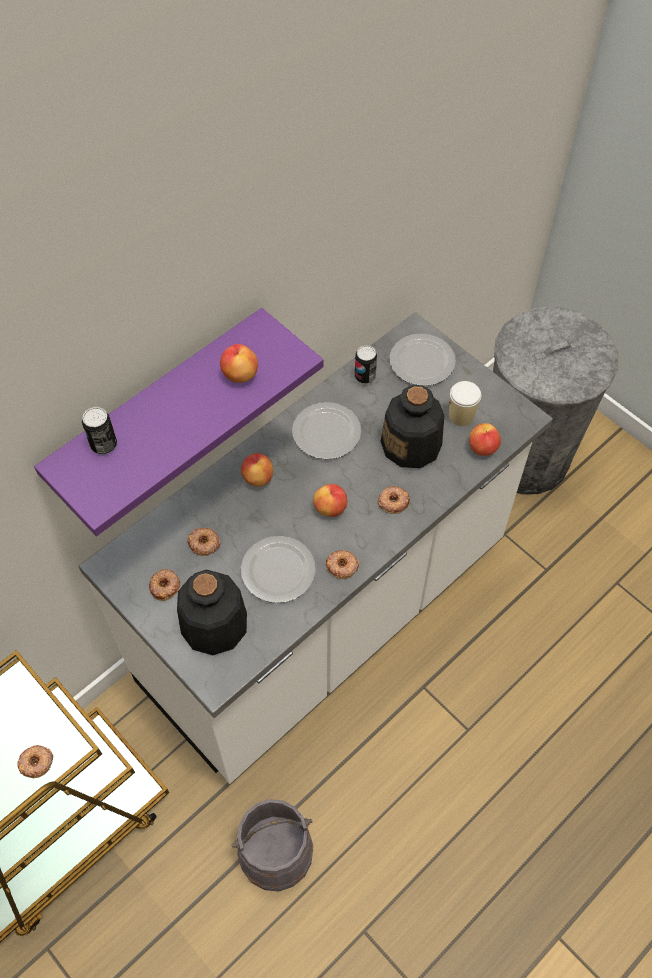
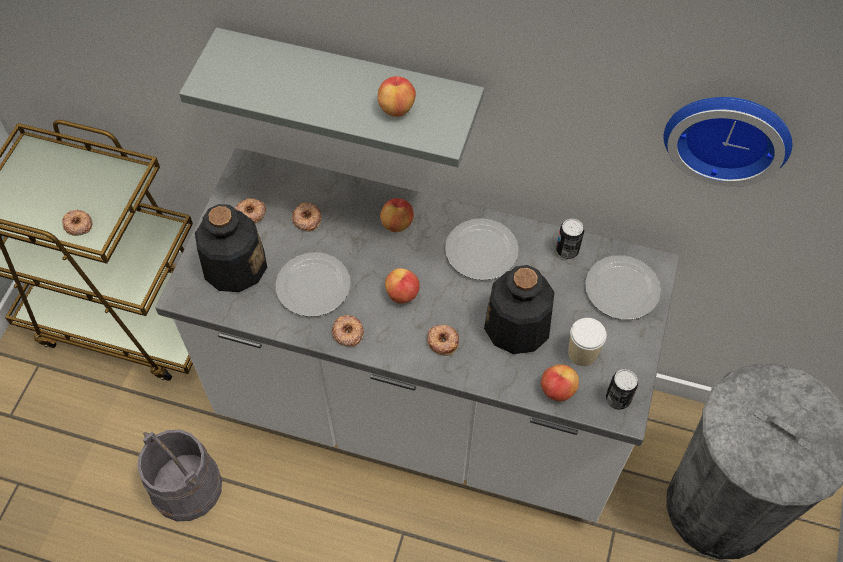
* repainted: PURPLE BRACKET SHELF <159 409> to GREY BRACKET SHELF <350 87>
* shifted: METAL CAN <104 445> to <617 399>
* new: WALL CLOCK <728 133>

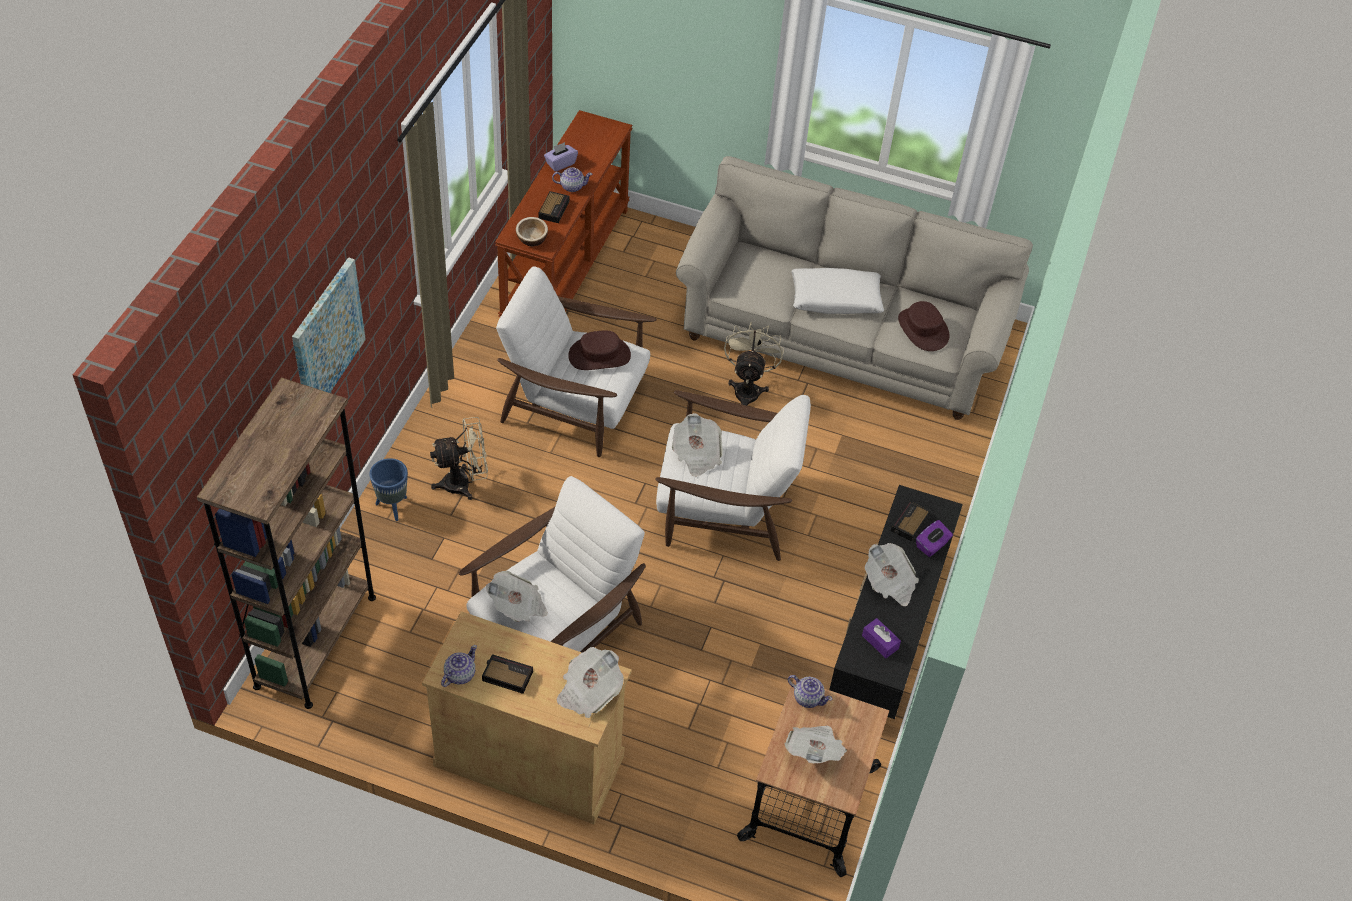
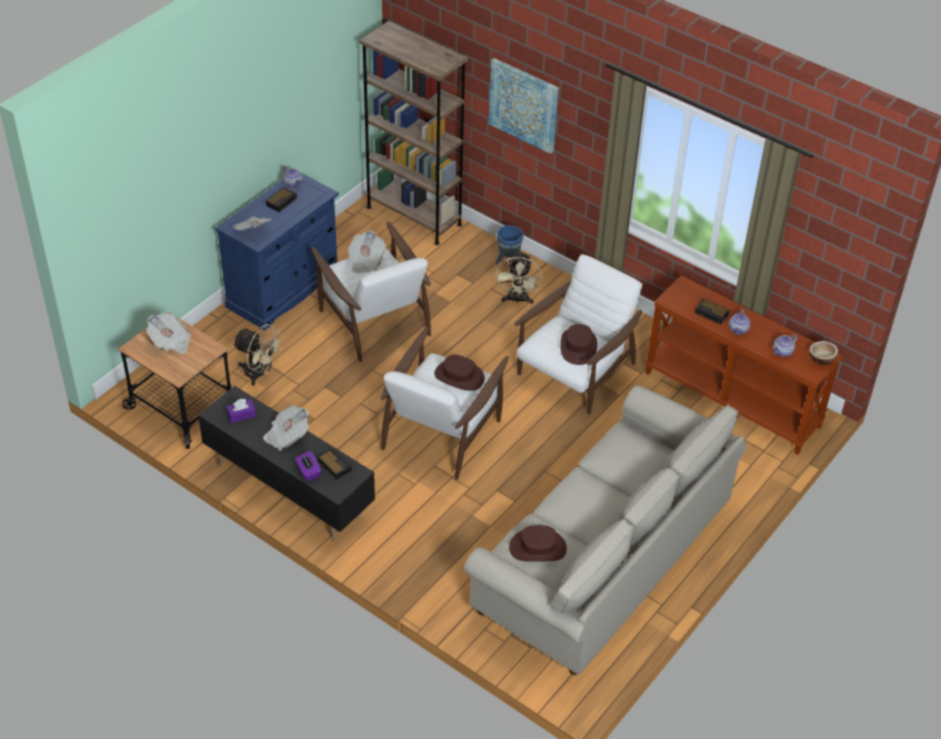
* repainted: SAND-COLOURED CUPBOARD <529 760> to BLUE-COLOURED CUPBOARD <284 289>
* shifted: BOWL <532 239> to <821 358>
* gone: PURPLE TISSUE BOX <560 163>
* swapped: PRINTED PAPER <696 455> to BROWN-COLOURED CLOTHING HAT <459 376>
* shifted: SAND-COLOURED COOLING FAN <748 389> to <259 374>
* shifted: TEA POT <807 697> to <783 352>
* gone: WHITE THROW PILLOW <835 299>

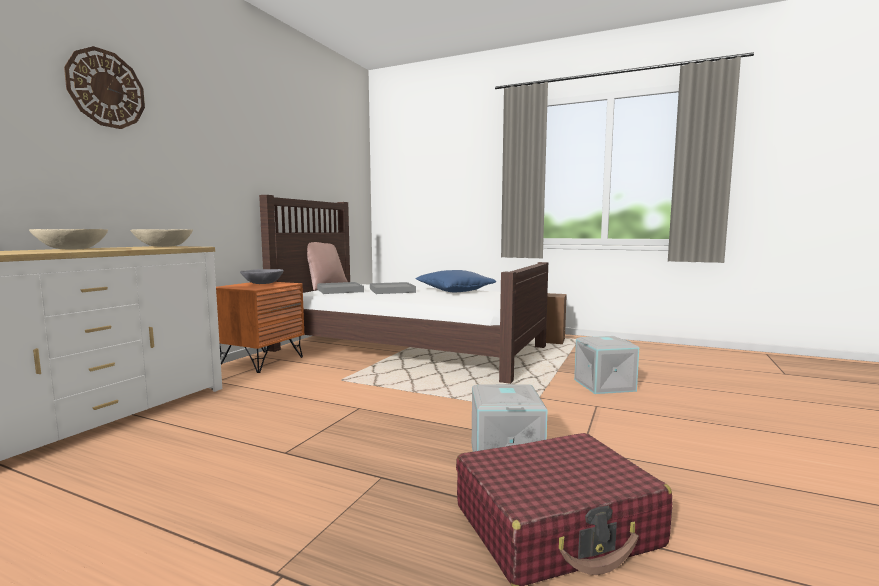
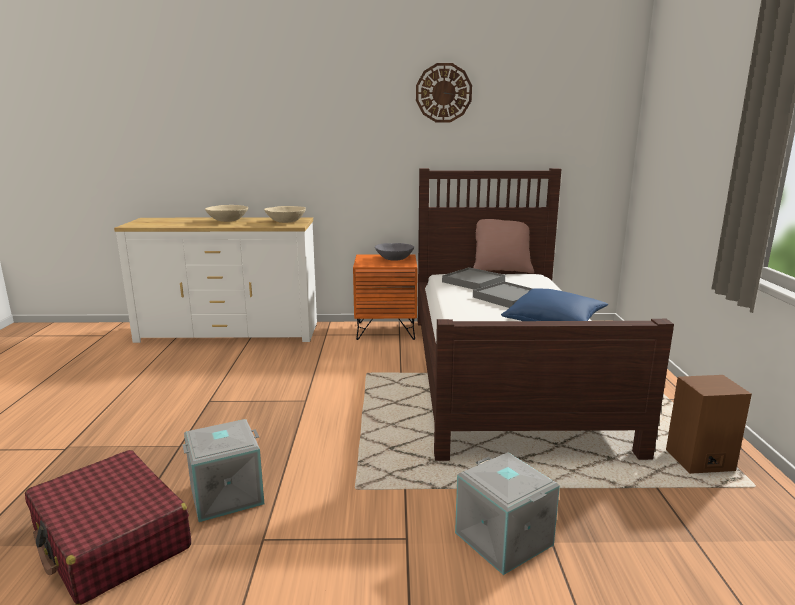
* shifted: WALL CLOCK <106 89> to <443 93>

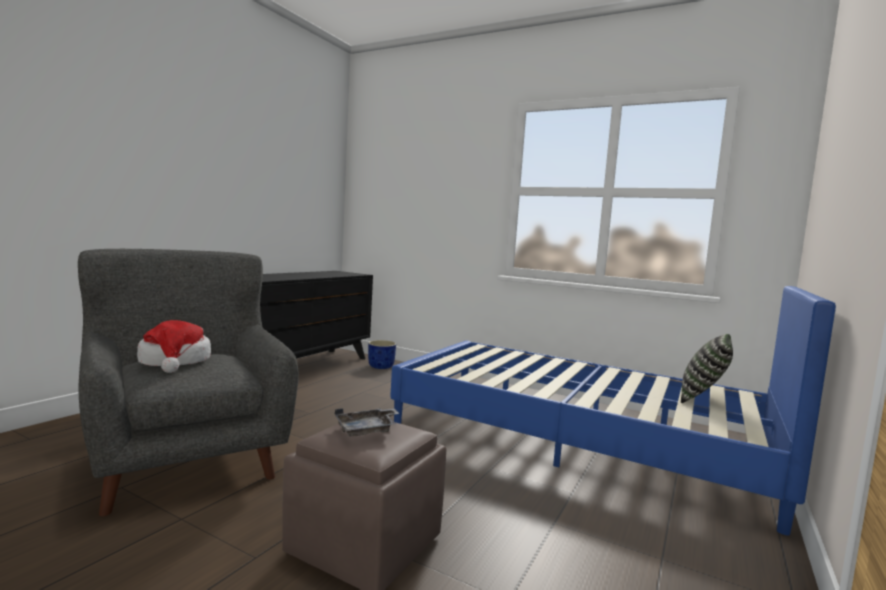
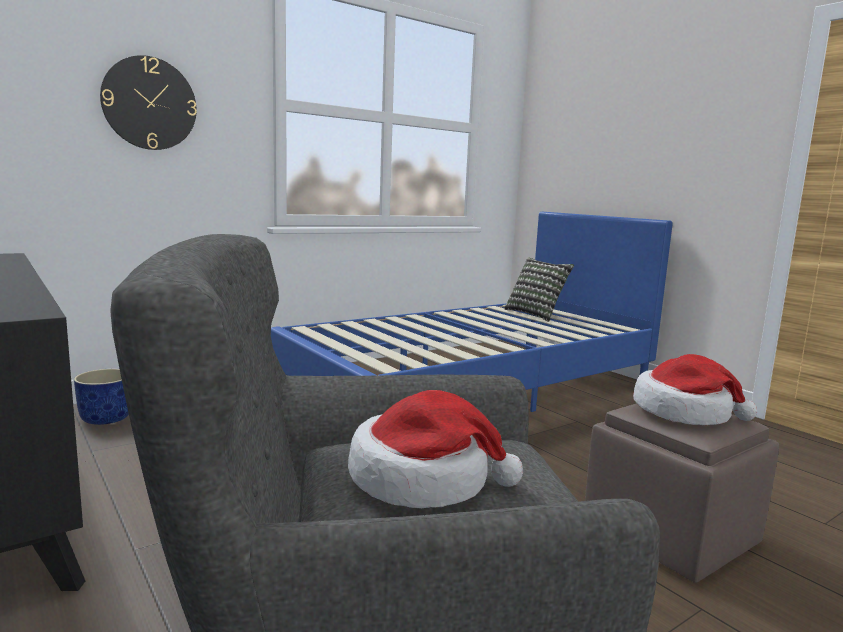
* swapped: GREY SERVING TRAY <367 430> to CLOTHING HAT <684 412>
* new: WALL CLOCK <149 103>

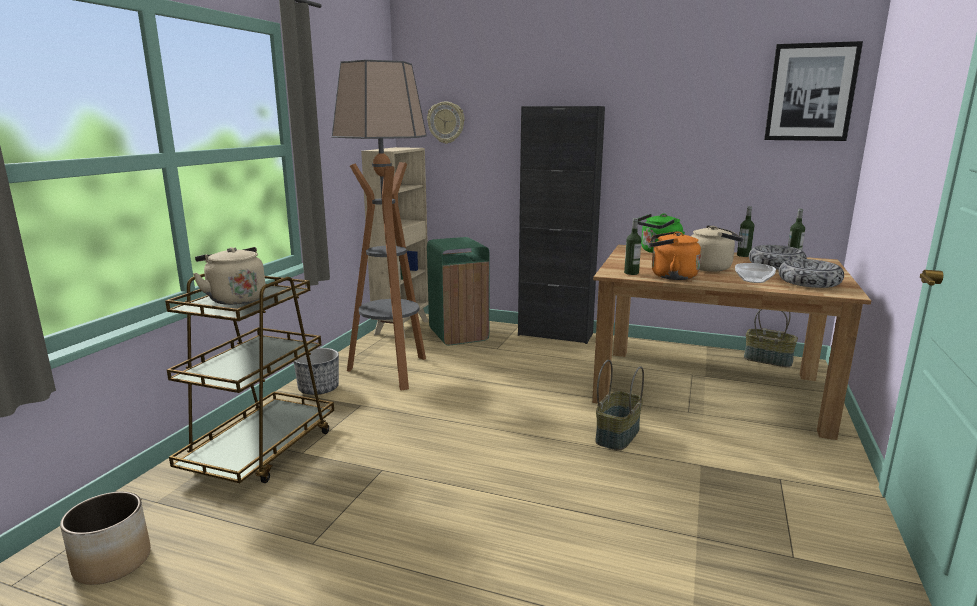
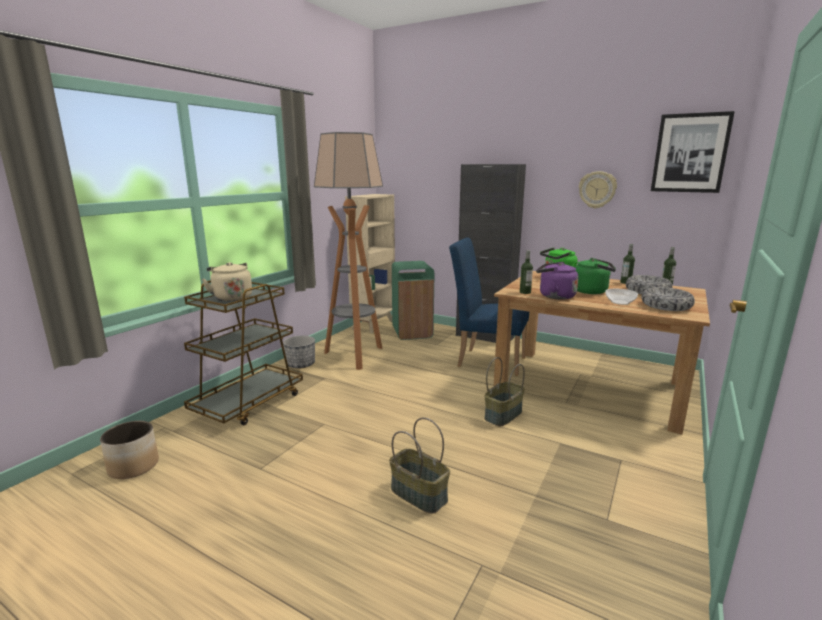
* shifted: WALL CLOCK <446 122> to <597 190>
* repainted: ORANGE KETTLE <670 276> to PURPLE KETTLE <554 296>
* repainted: SAND-COLOURED KETTLE <711 268> to GREEN KETTLE <592 291>
* shifted: HOUSEHOLD BASKET <768 360> to <420 494>
* new: BLUE-COLOURED PLAIN CHAIR <486 360>

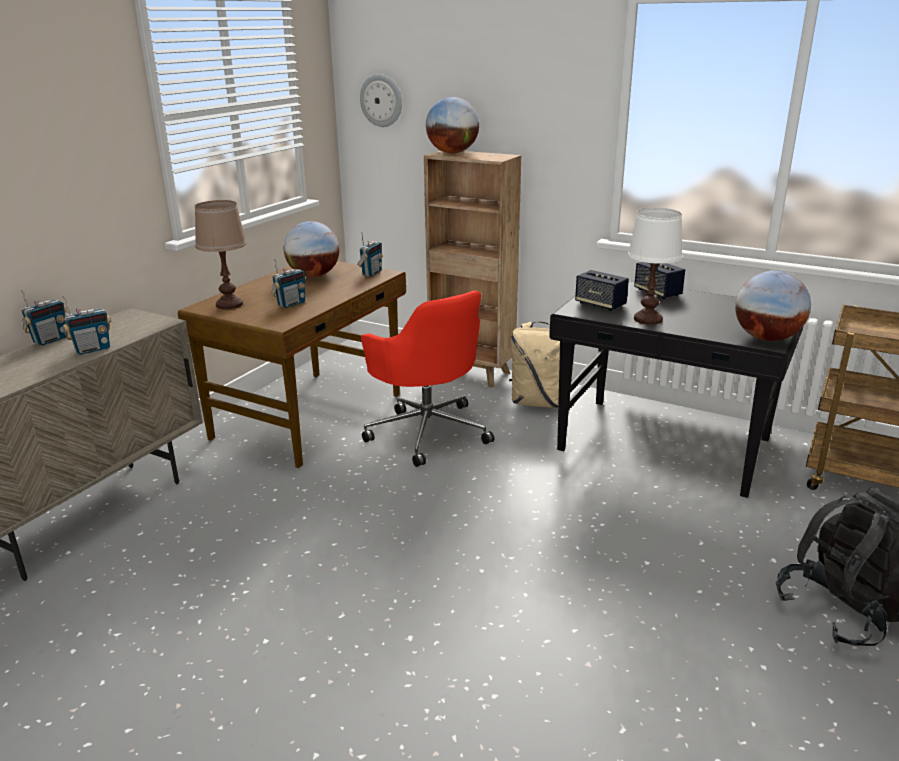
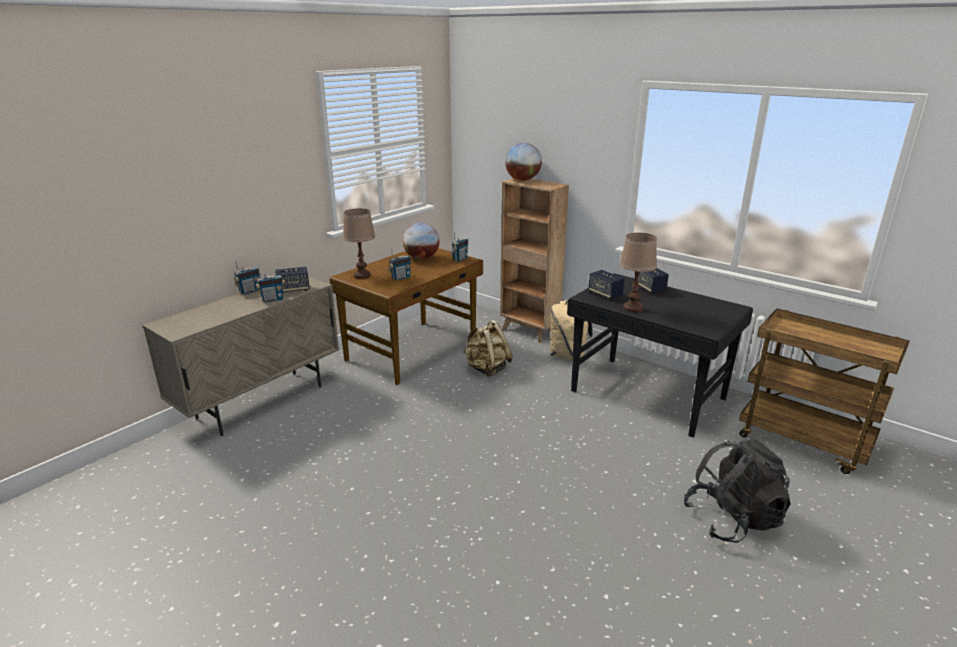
* gone: WALL CLOCK <381 100>
* swapped: REDDISH OFFICE CHAIR <427 431> to SAND-COLOURED KNAPSACK <487 369>
* repainted: WHITE LAMP FOR A TABLE <648 319> to BROWN-COLOURED LAMP FOR A TABLE <633 307>
* gone: GLOBE <766 338>
* new: LOUDSPEAKER <293 289>

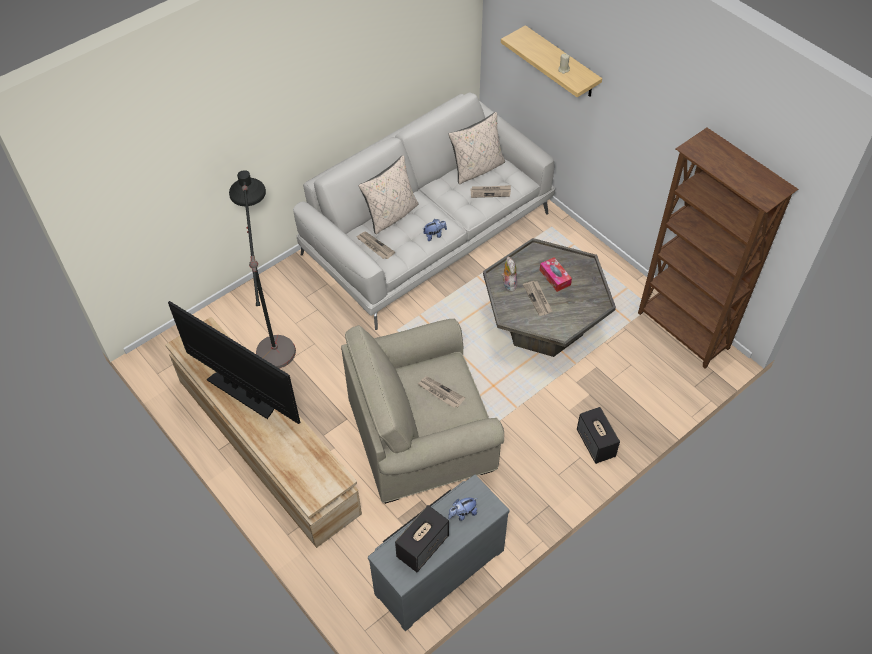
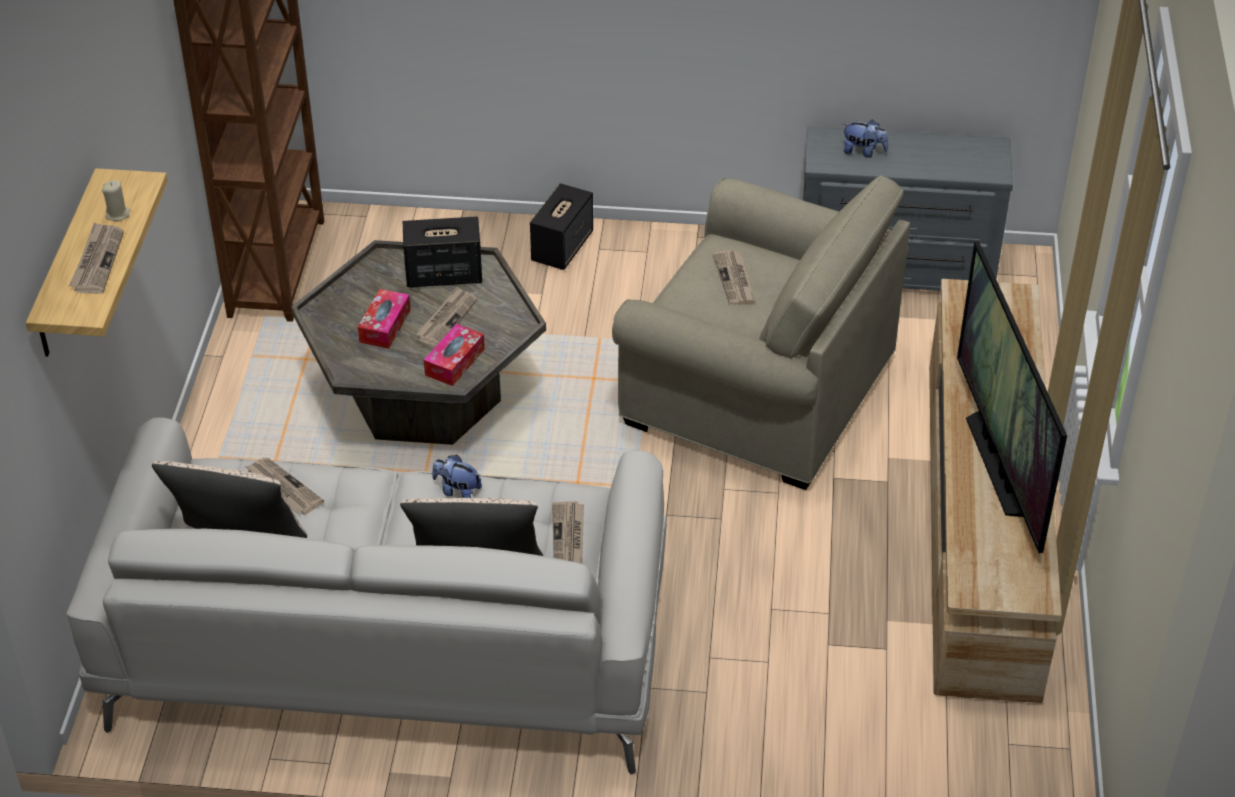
* gone: BLACK FLOOR LAMP <274 329>
* shifted: LOUDSPEAKER <423 546> to <443 274>
* swapped: CUDDLY TOY <508 284> to TISSUE BOX <455 362>
* new: PRINTED PAPER <97 261>

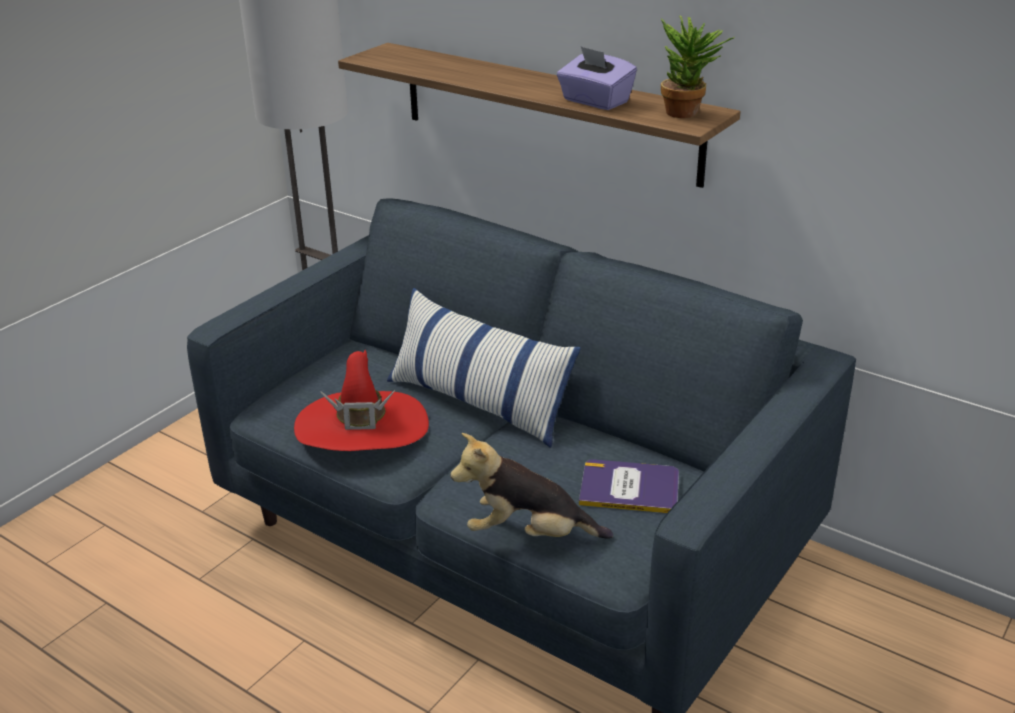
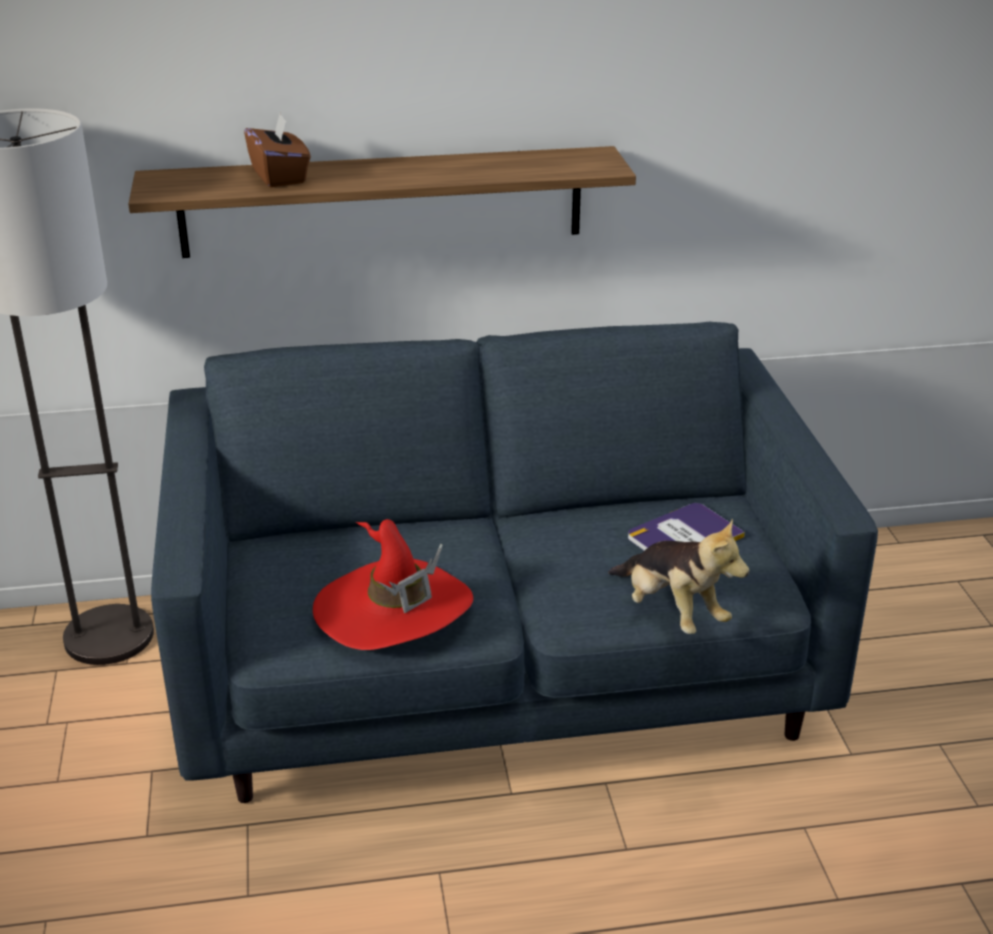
* gone: THROW PILLOW <479 402>
* rotated: CUDDLY TOY <529 534> = <671 612> 90 degrees counterclockwise
* gone: PURPLE TISSUE BOX <595 101>
* gone: HOUSEPLANT <688 113>
* new: BROWN-COLOURED TISSUE BOX <280 176>

